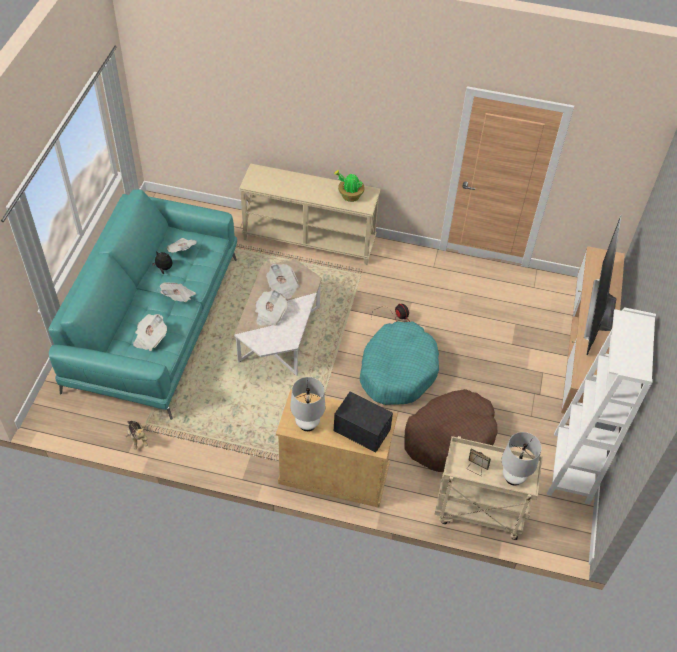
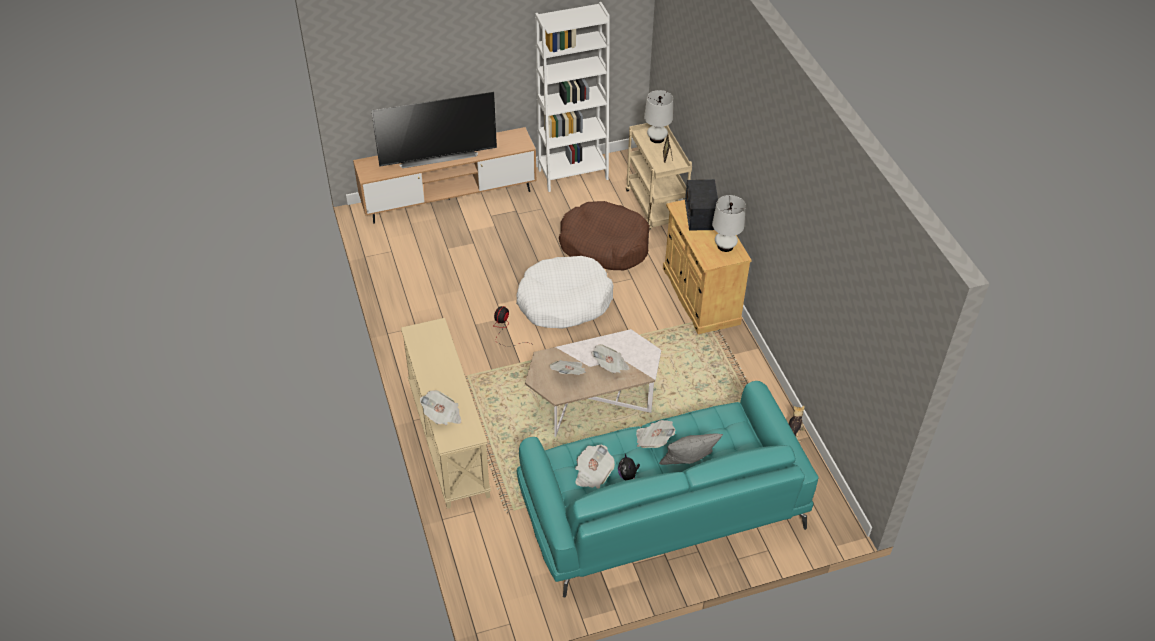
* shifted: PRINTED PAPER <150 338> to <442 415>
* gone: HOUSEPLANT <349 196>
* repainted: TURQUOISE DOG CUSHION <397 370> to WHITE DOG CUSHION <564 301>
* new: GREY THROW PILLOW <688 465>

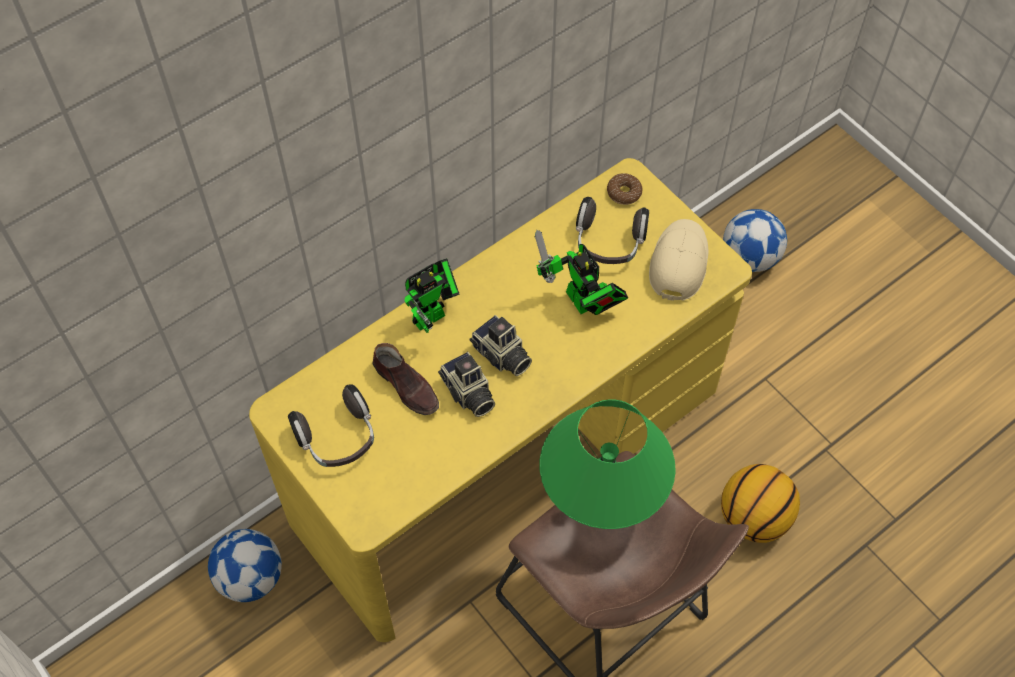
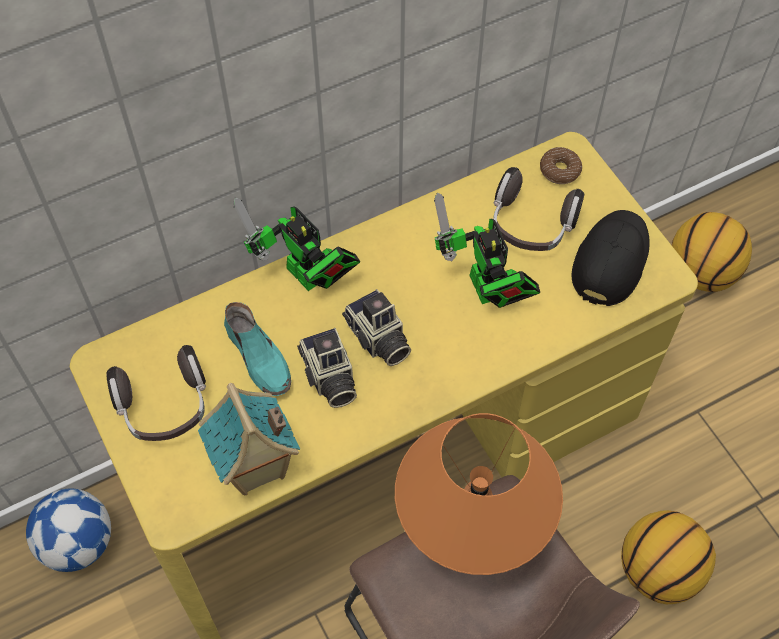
* repainted: BROWN-COLOURED SHOE <407 386> to TURQUOISE SHOE <259 357>
* rotated: MODEL ROBOT <433 315> = <308 279> 75 degrees clockwise
* repainted: GREEN LAMP FOR A TABLE <603 495> to ORANGE LAMP FOR A TABLE <473 525>
* repainted: SAND-COLOURED PEAKED CAP <678 262> to BLACK PEAKED CAP <610 260>
* swapped: FOOTBALL <750 258> to BALL FOR BASKETBALL <702 273>
* new: TOY HOUSE <256 470>

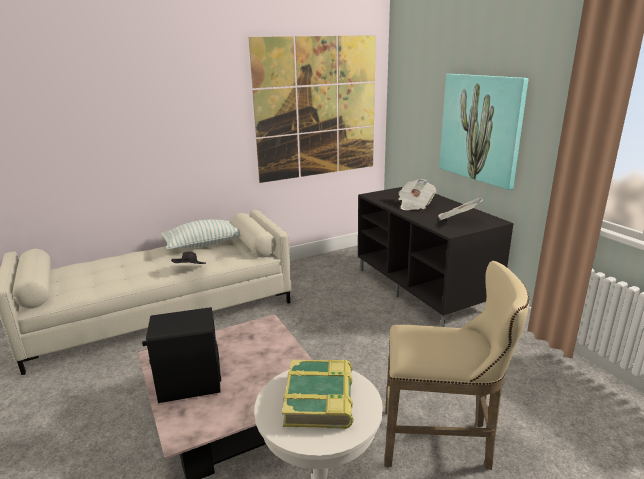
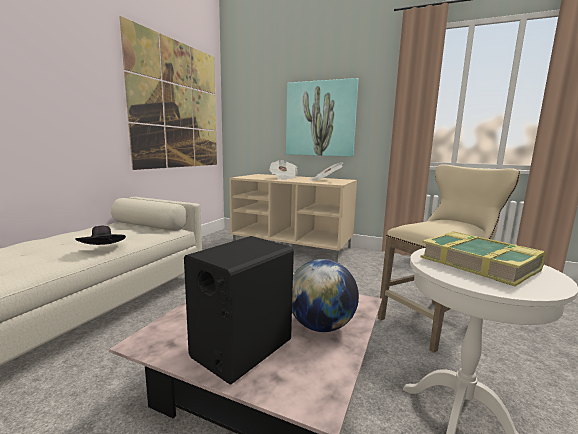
* gone: THROW PILLOW <203 244>
* repainted: BLACK TV STAND <424 289> to SAND-COLOURED TV STAND <293 247>
* new: GLOBE <321 326>

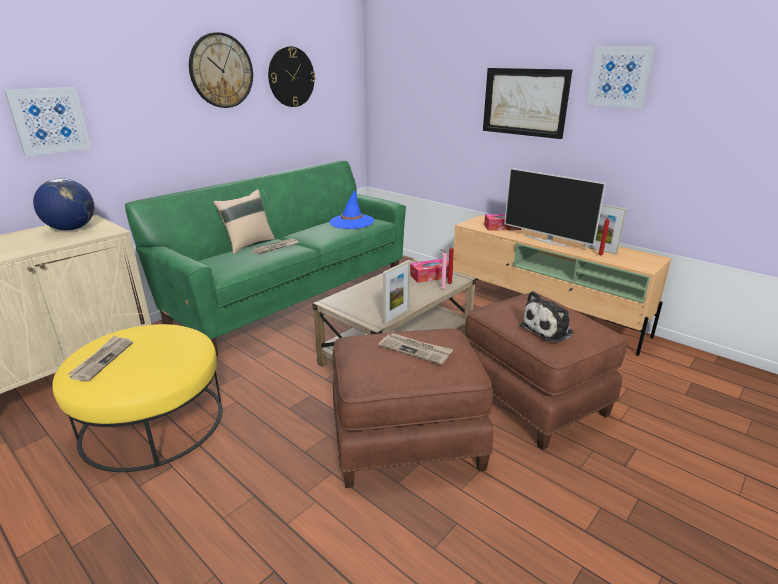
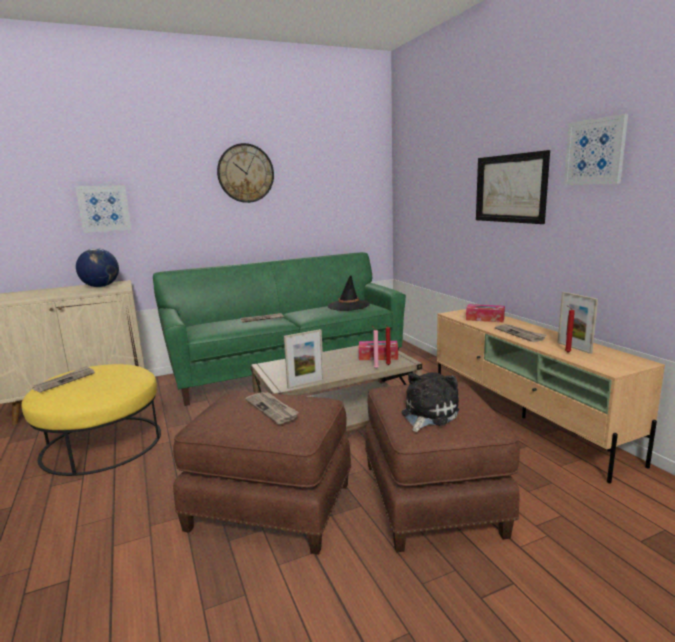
* gone: SAND-COLOURED THROW PILLOW <248 244>
* gone: WALL CLOCK <291 77>
* repainted: BLUE-COLOURED CLOTHING HAT <351 222> to BLACK CLOTHING HAT <348 305>
* swapped: TV <547 241> to PRINTED PAPER <520 334>
* rotated: CUDDLY TOY <549 329> = <427 414> 135 degrees clockwise

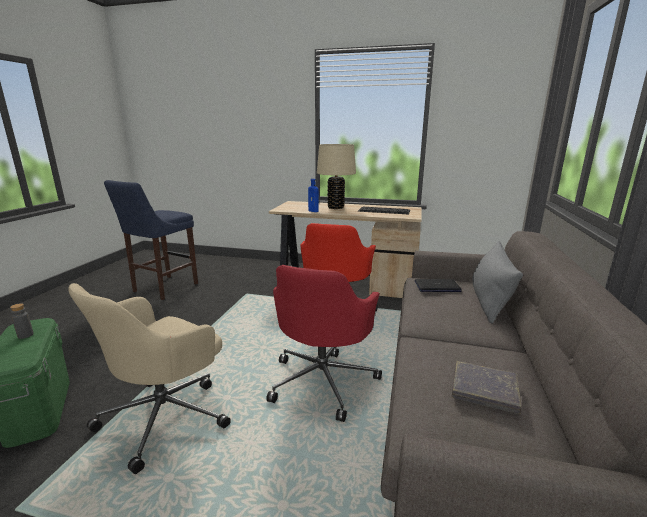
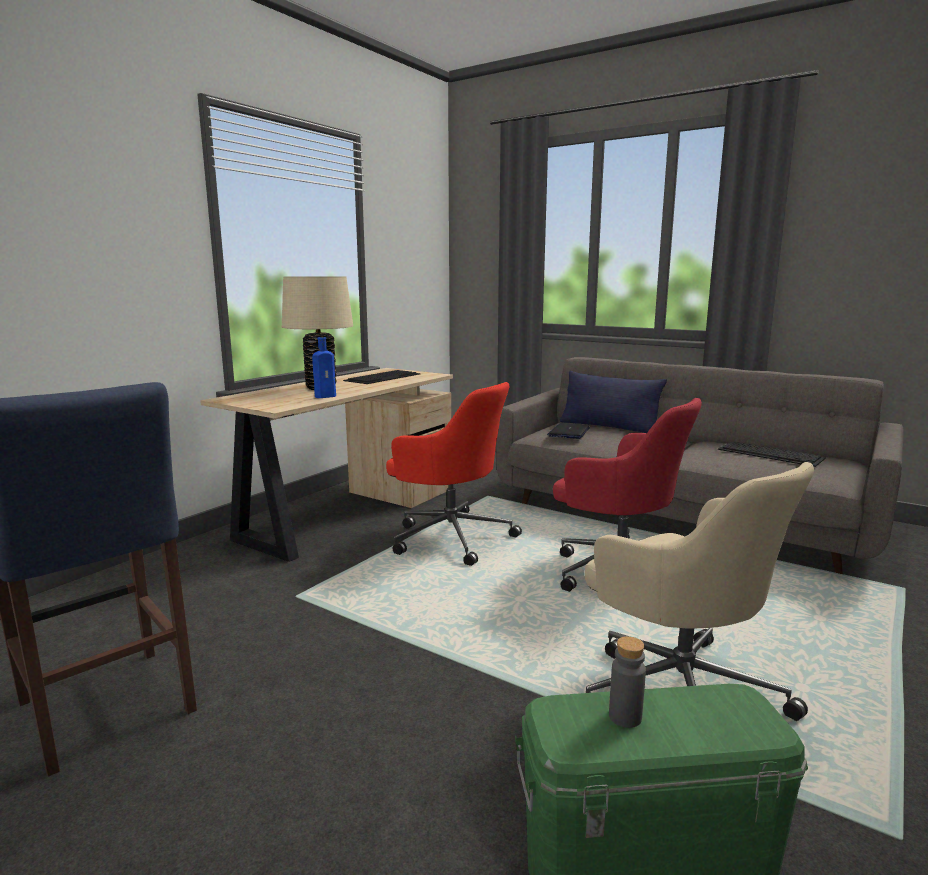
* swapped: GREY VOLUME <484 390> to PC KEYBOARD <771 454>
* repainted: GREY THROW PILLOW <489 301> to BLUE-COLOURED THROW PILLOW <609 427>

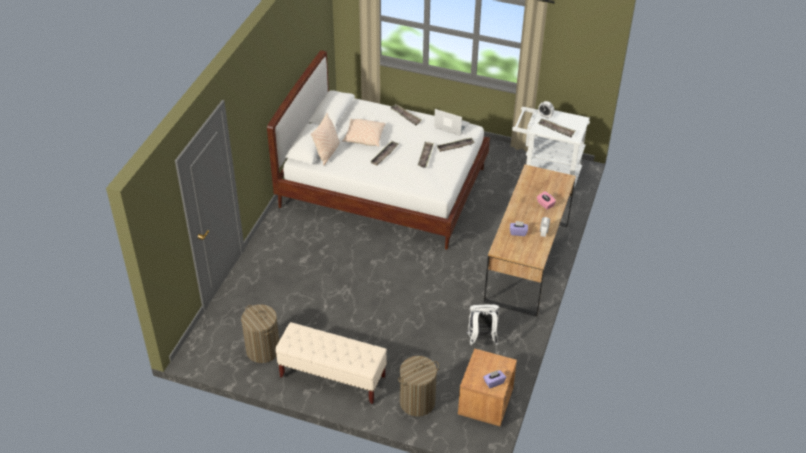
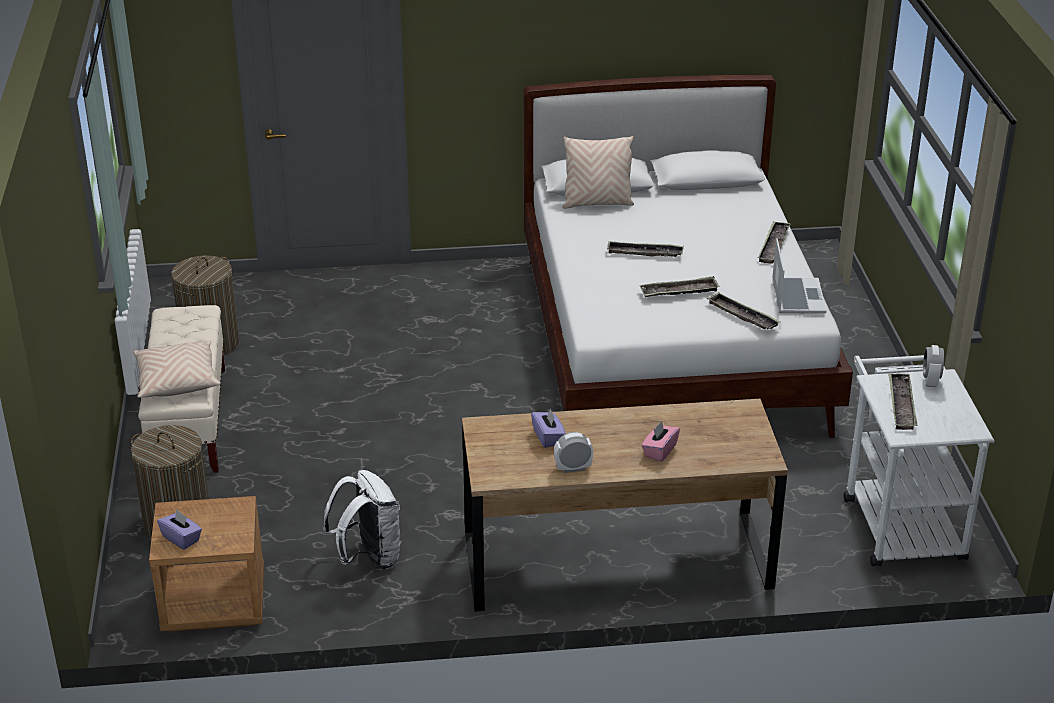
* shifted: SAND-COLOURED THROW PILLOW <364 138> to <177 381>

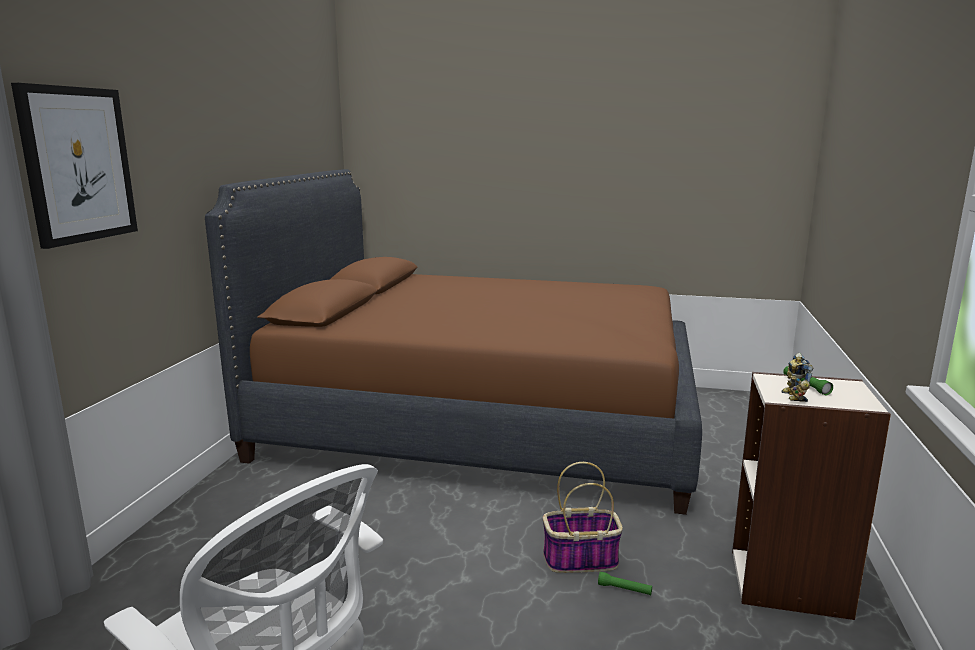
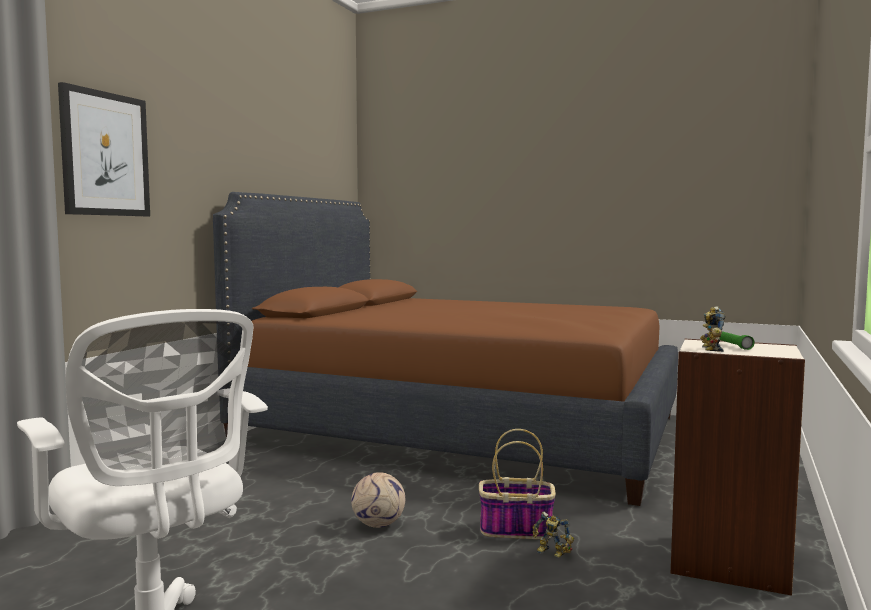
* swapped: GREEN FLASHLIGHT <624 589> to MODEL ROBOT <551 553>
* new: FOOTBALL <379 524>

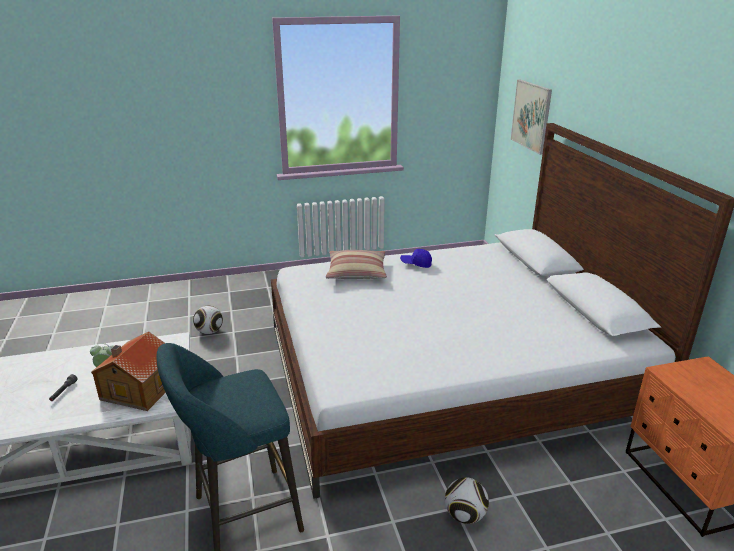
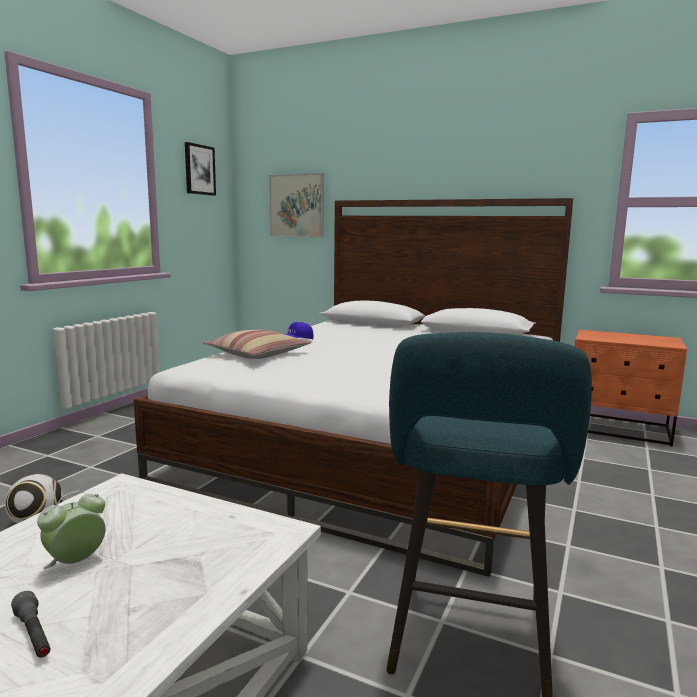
* gone: TOY HOUSE <138 389>
* gone: FOOTBALL <464 515>
* new: WALL ART <199 170>

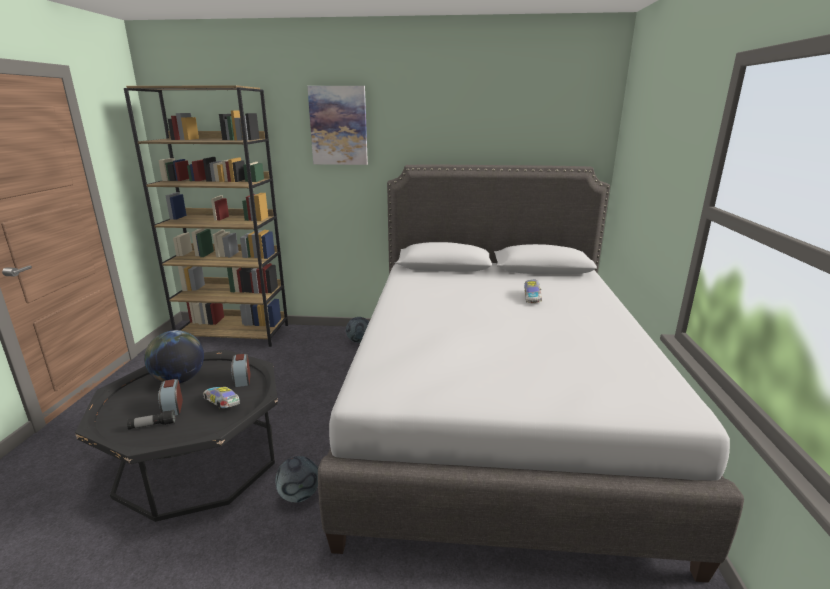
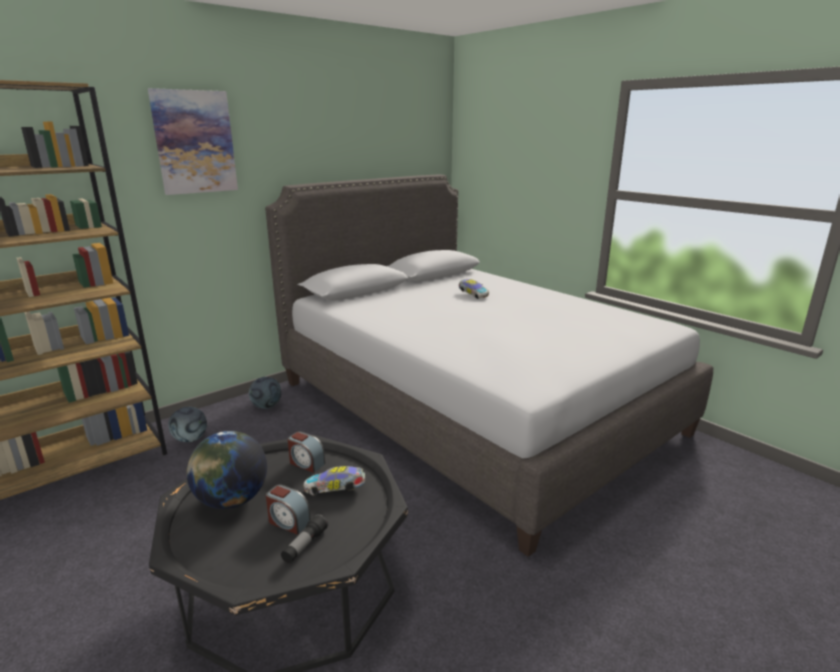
* shifted: FOOTBALL <299 495> to <190 439>

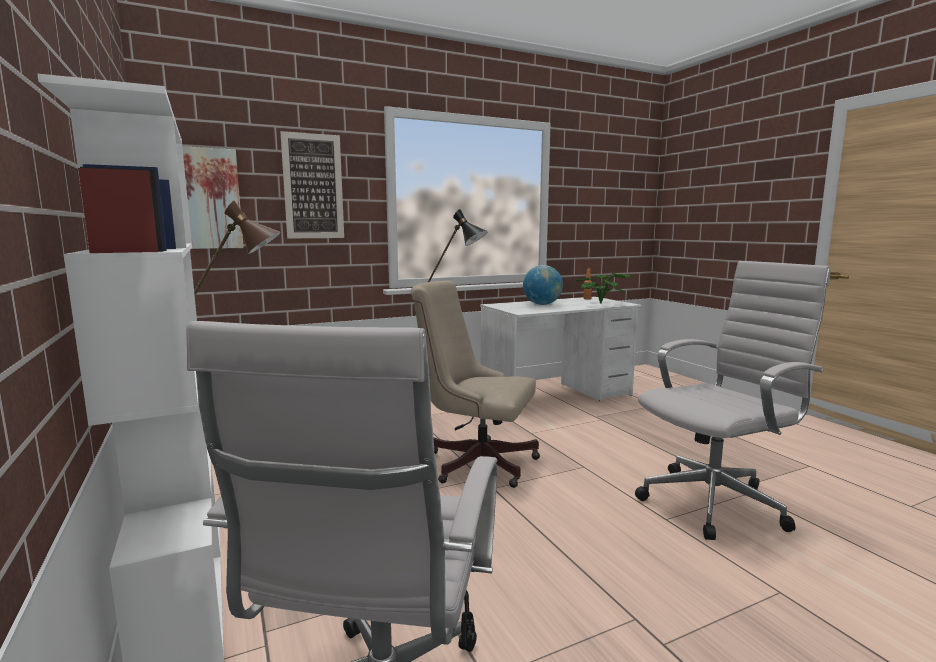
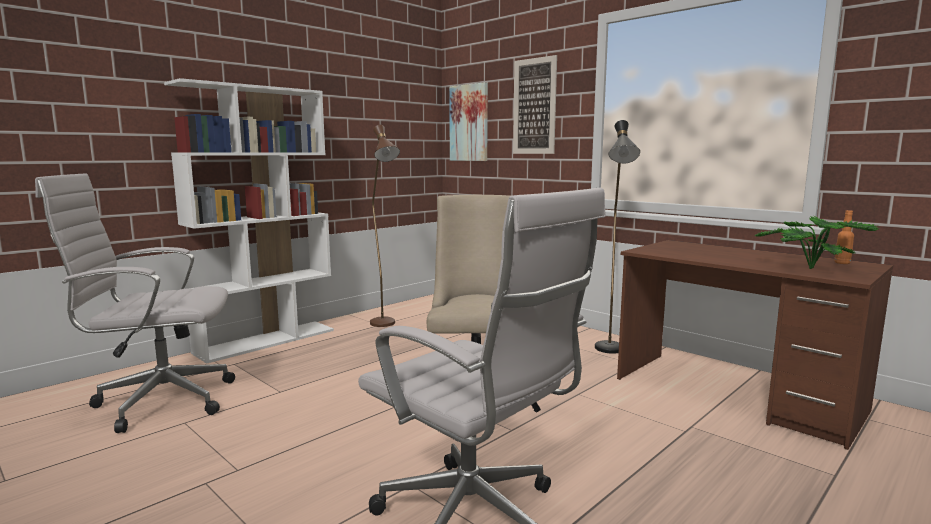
* repainted: WHITE DESK TABLE <557 396> to BROWN-COLOURED DESK TABLE <735 395>
* gone: GLOBE <542 304>

